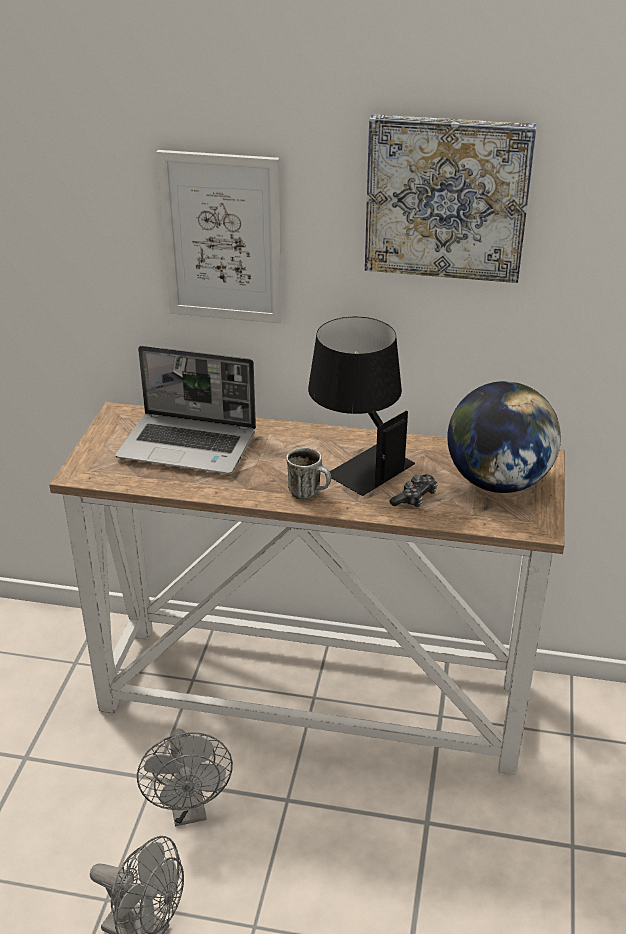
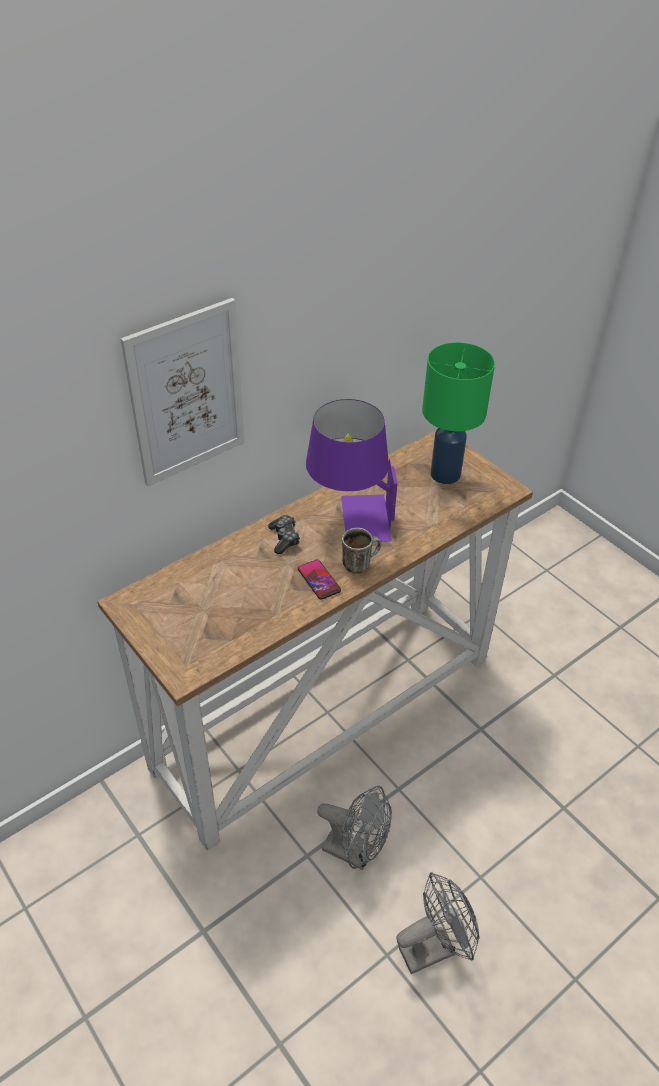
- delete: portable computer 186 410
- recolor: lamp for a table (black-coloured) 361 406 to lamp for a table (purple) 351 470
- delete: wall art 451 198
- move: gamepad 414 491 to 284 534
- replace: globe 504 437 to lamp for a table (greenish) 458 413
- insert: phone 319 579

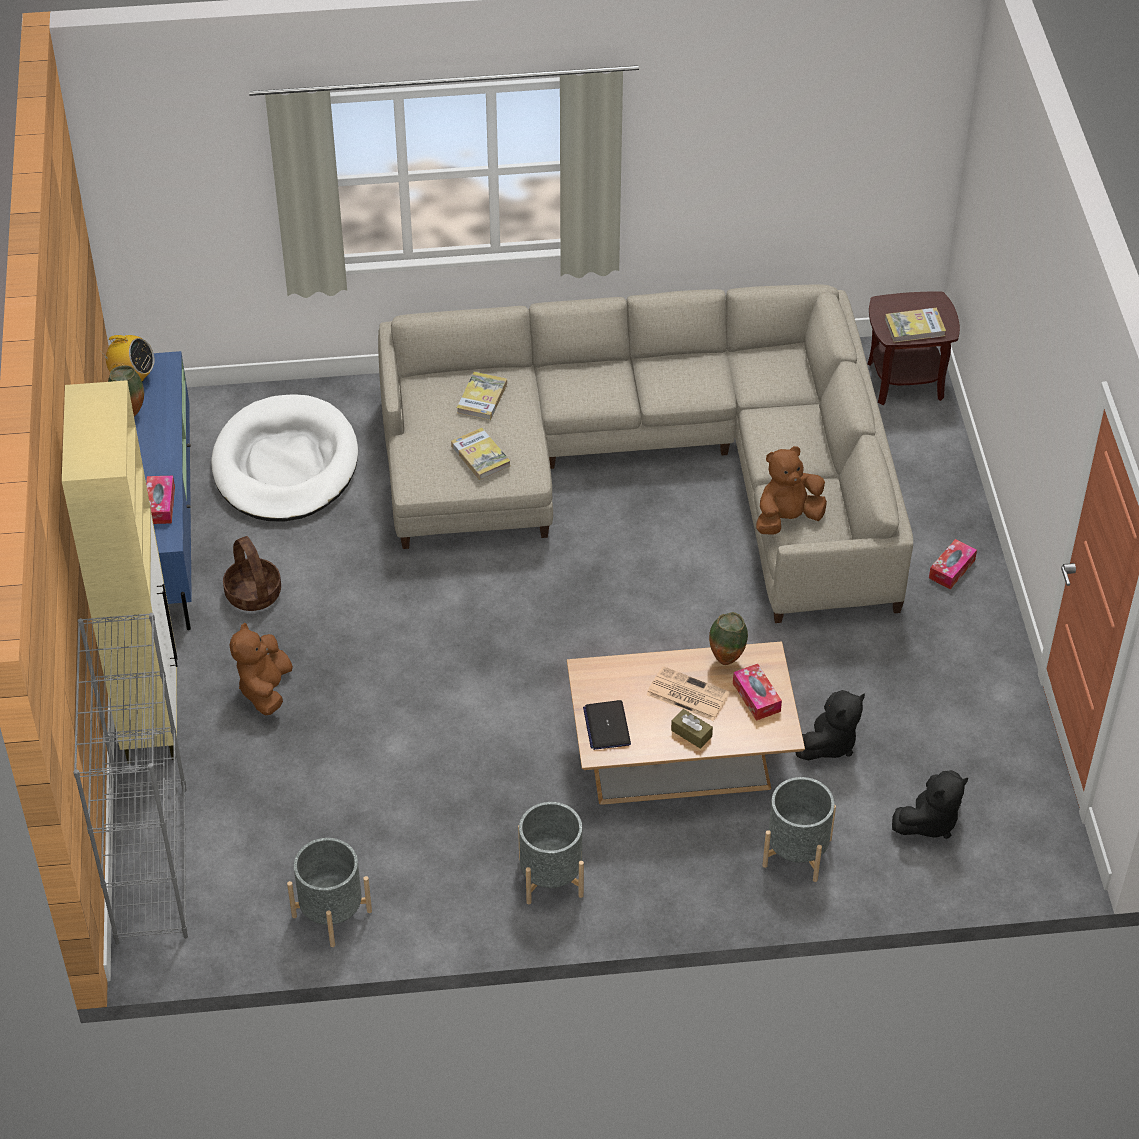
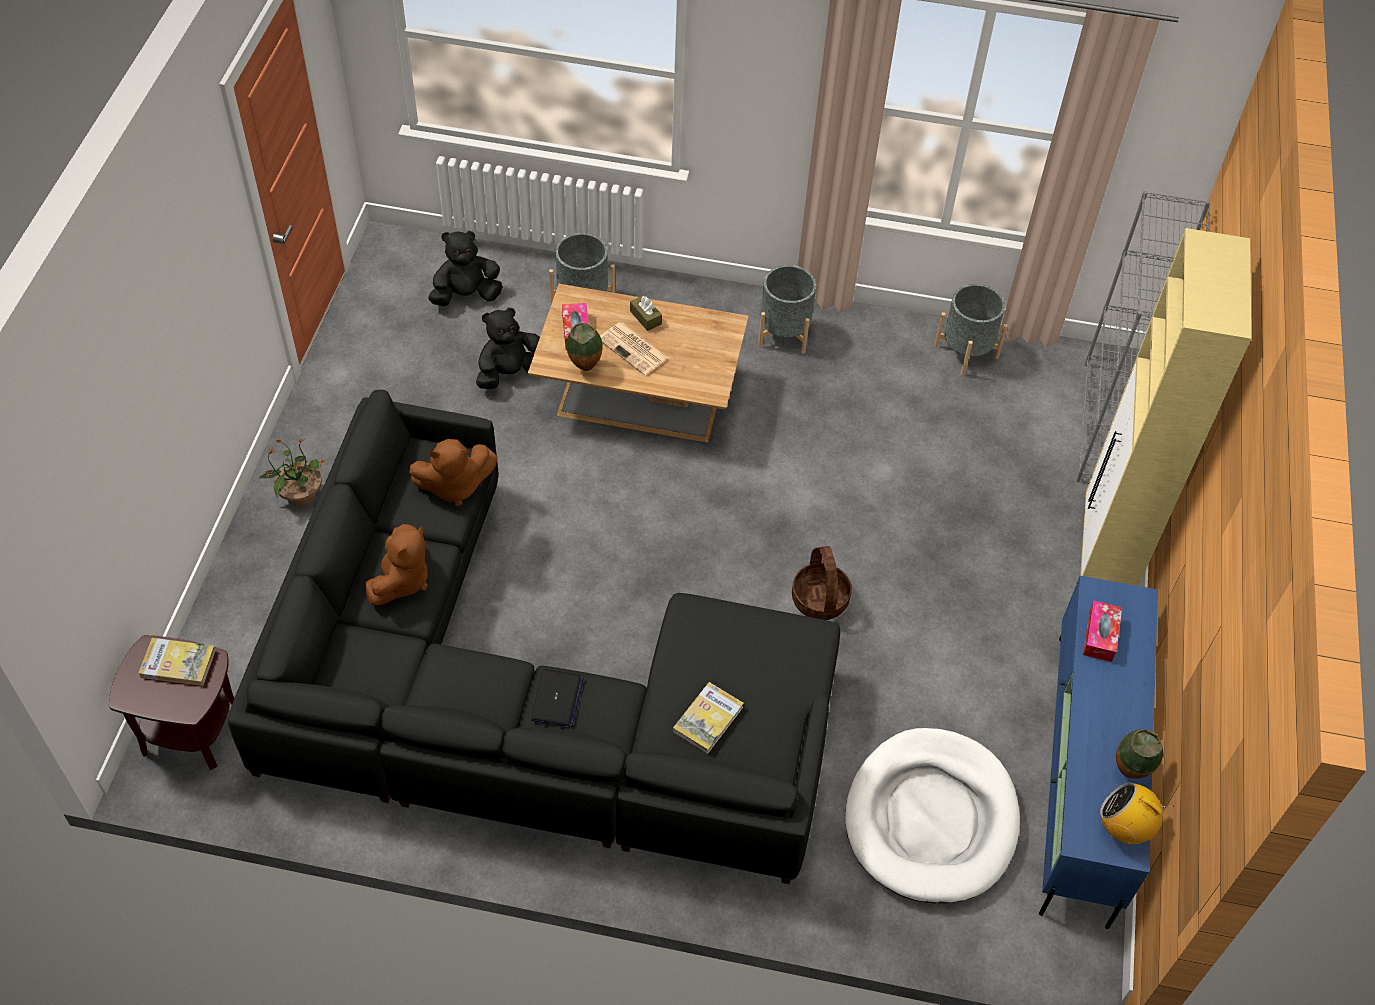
- move: basket 252 573 to 822 583
- move: soft toy (brown) 261 669 to 396 564
- recolor: couch (beige-coloured) 645 453 to couch (black-coloured) 534 637
- delete: book 480 454
- move: portable computer 607 725 to 557 698
- replace: box of tissues 953 564 to plant in a pot 292 472

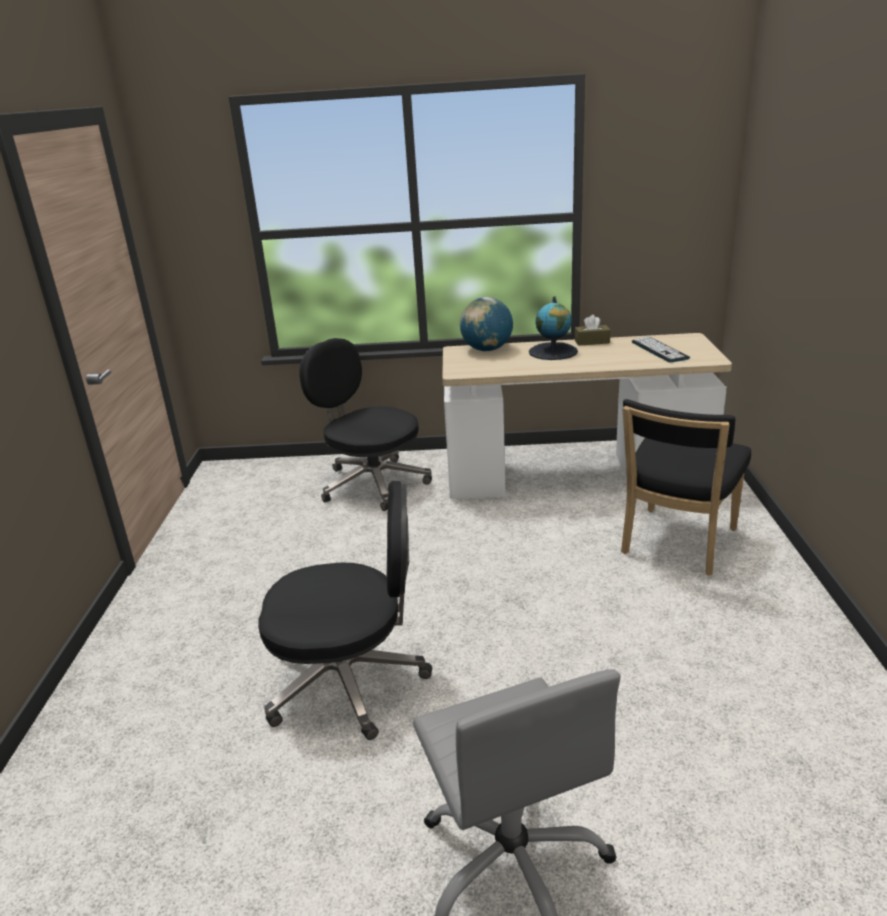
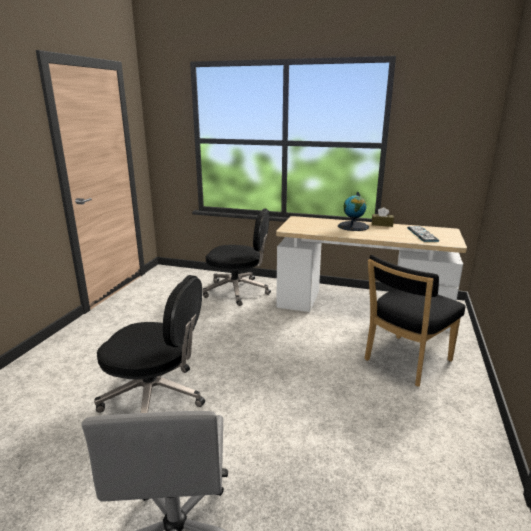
- rotate: computer chair (black-coloured) 365 424 = 237 257 135 degrees clockwise
- delete: globe 486 324

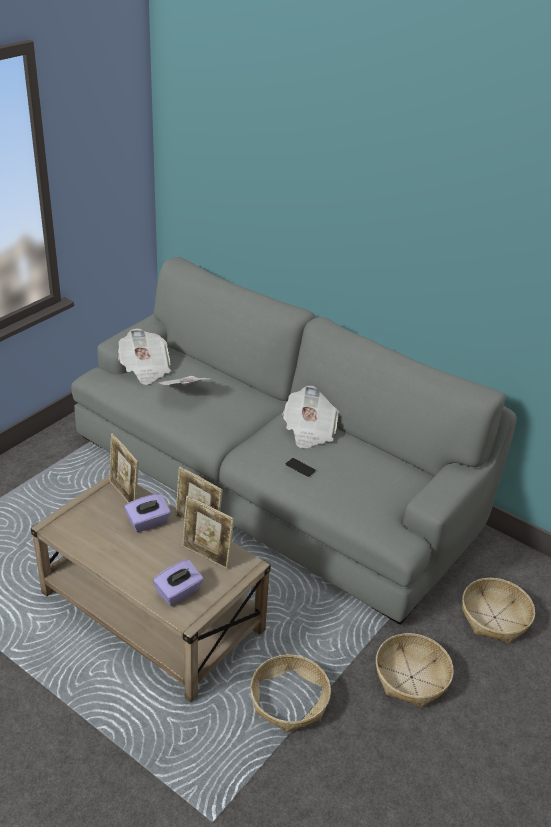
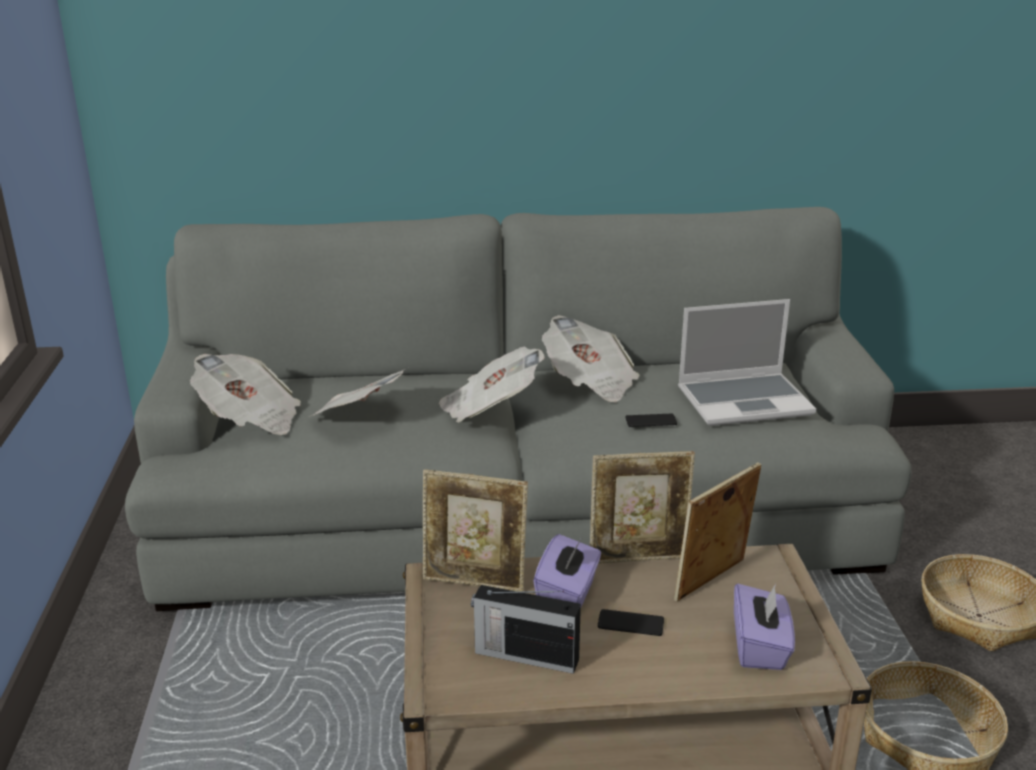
- rotate: standing frame 208 532 = 717 532 150 degrees clockwise
- delete: basket 498 611
- insert: printed paper 492 385
- insert: radio 526 629
- insert: phone 631 622
- insert: portable computer 747 362

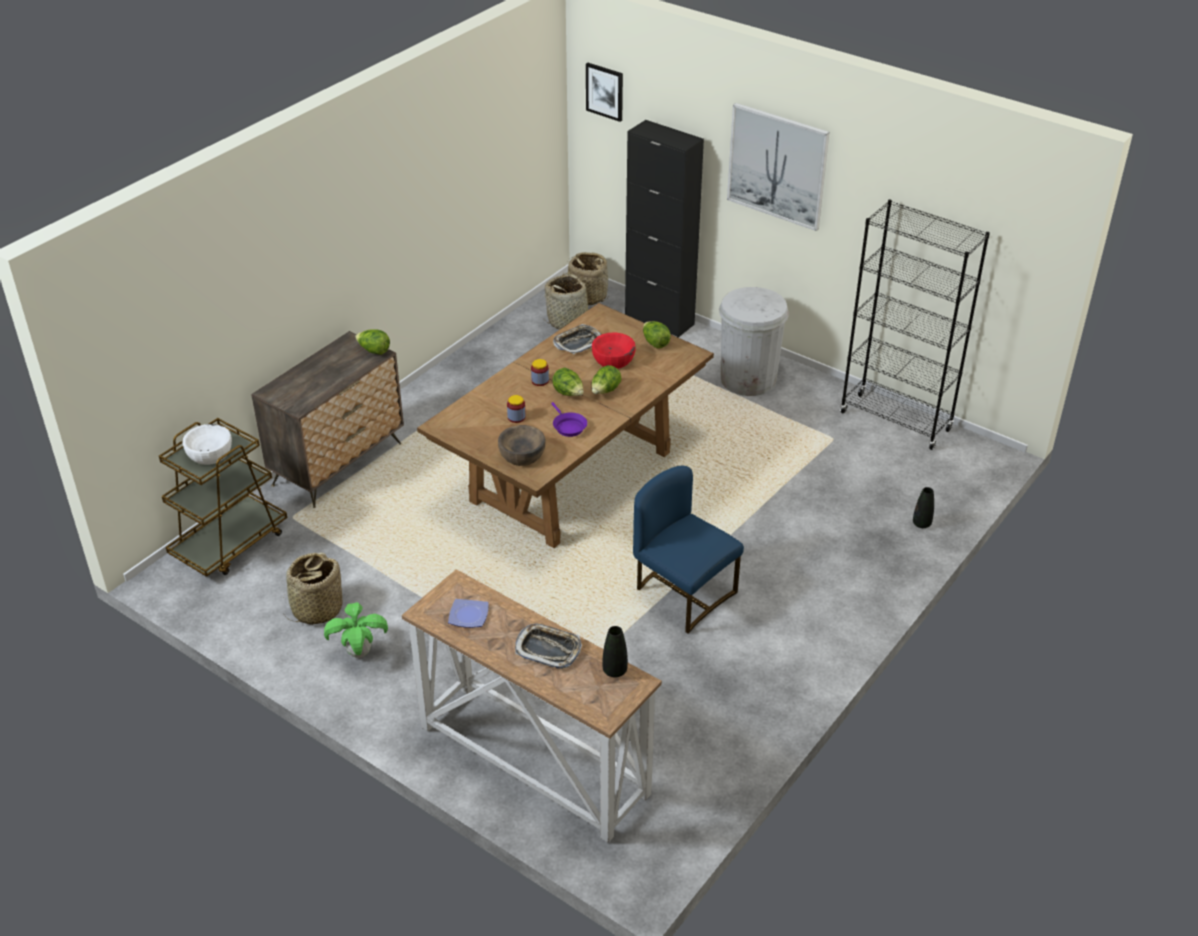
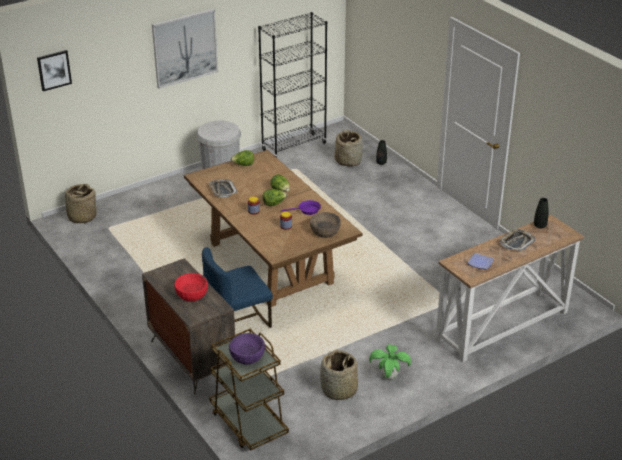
- recolor: serving bowl (white-coloured) 207 444 to serving bowl (purple) 247 349
- delete: lettuce head 372 342
- move: basket 570 301 to 348 148
- move: serving bowl (red) 614 351 to 191 287
- delete: cabinet (black-coloured) 664 229
- move: upright chair (blue-coloured) 688 549 to 237 287

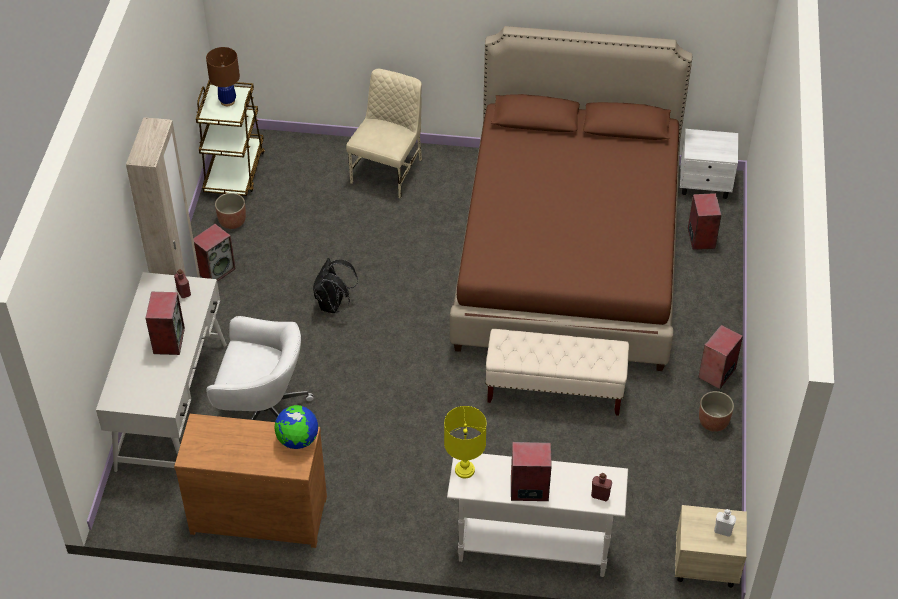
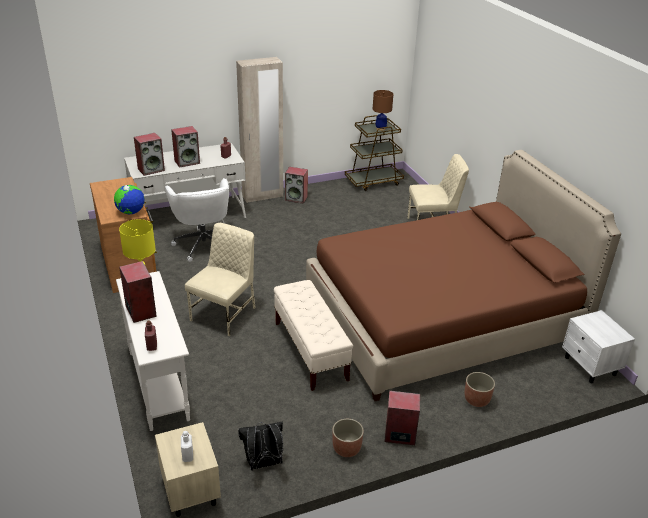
- move: plant pot 230 211 to 479 389
- move: rucksack (black-coloured) 335 285 to 260 446
- move: speaker 705 221 to 149 154
- insert: upright chair (beige-coloured) 220 279

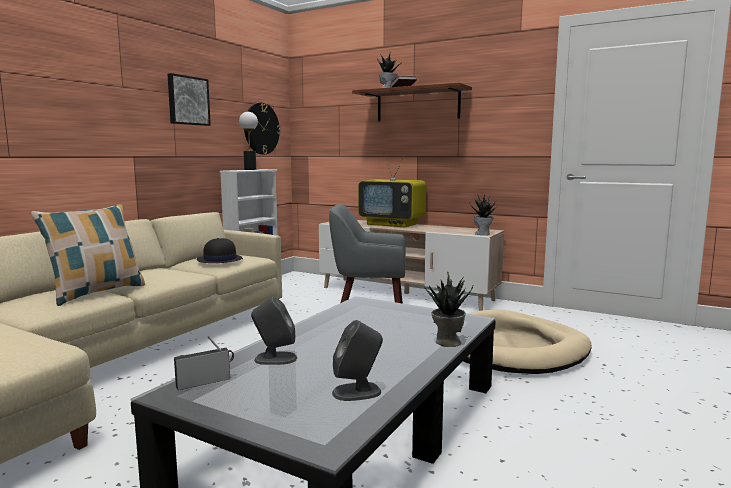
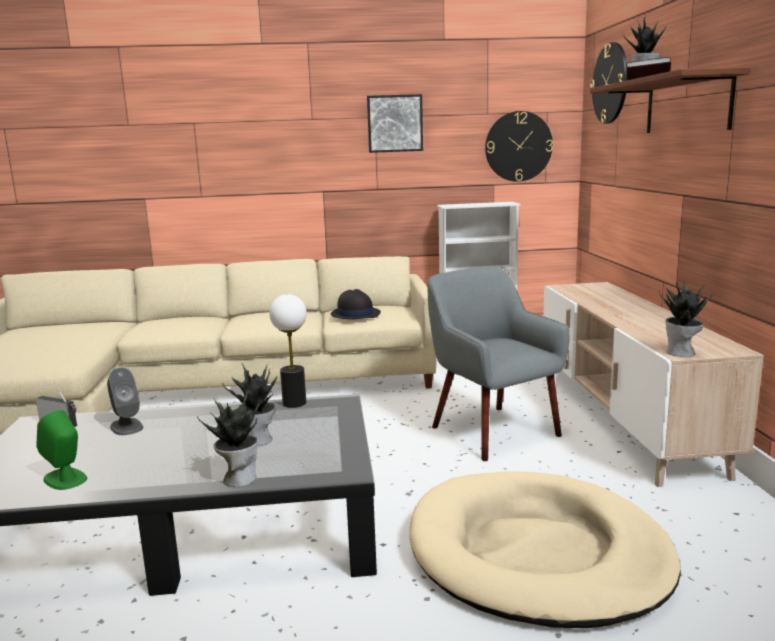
- delete: cushion 88 255
- move: lamp for a table 248 141 to 288 351
- recolor: speaker (gray) 357 360 to speaker (greenish) 61 450
- delete: television 392 190
- insert: plant in a pot 249 405
- insert: wall clock 608 83

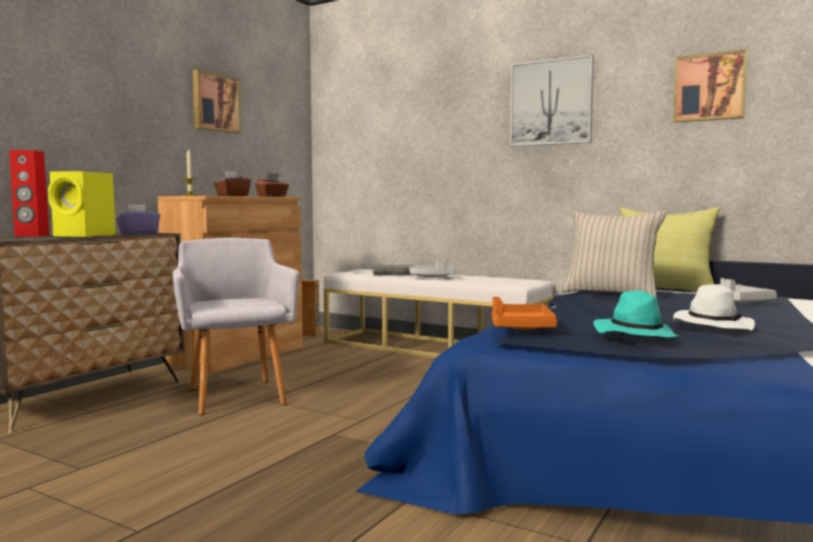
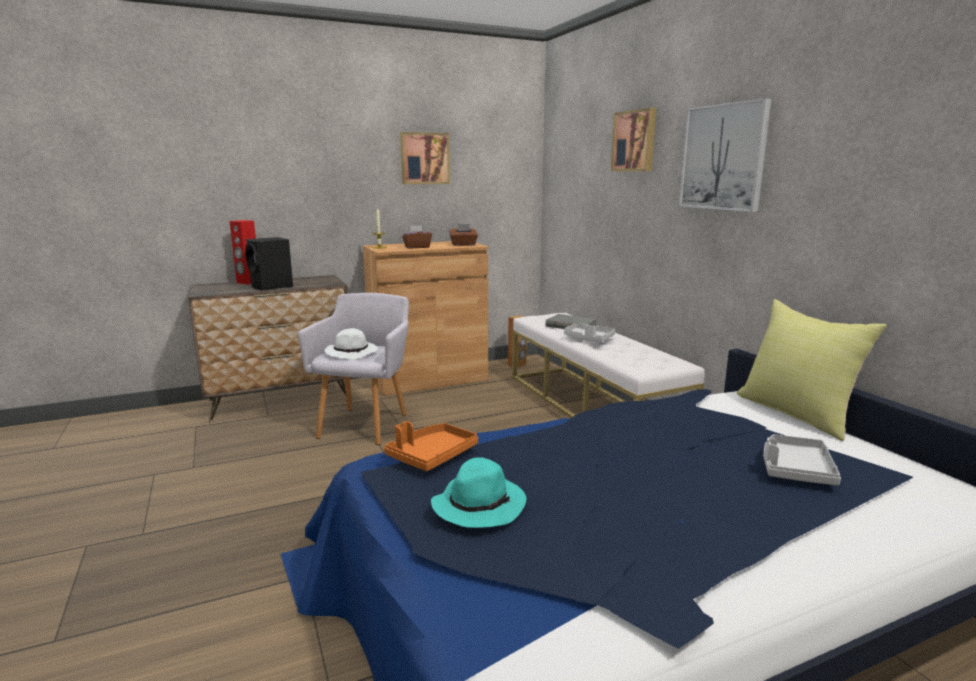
- recolor: speaker (yellow-coloured) 82 204 to speaker (black-coloured) 269 263
- delete: box of tissues (purple) 138 219
- delete: cushion (beige-coloured) 613 254
- move: clothing hat (white-coloured) 713 307 to 350 344
- move: wall art 710 85 to 633 139

